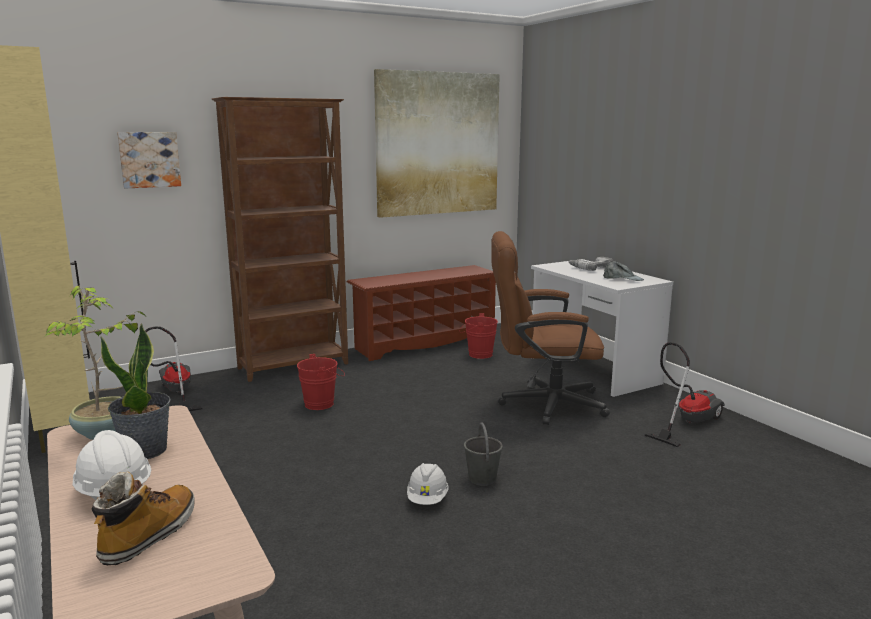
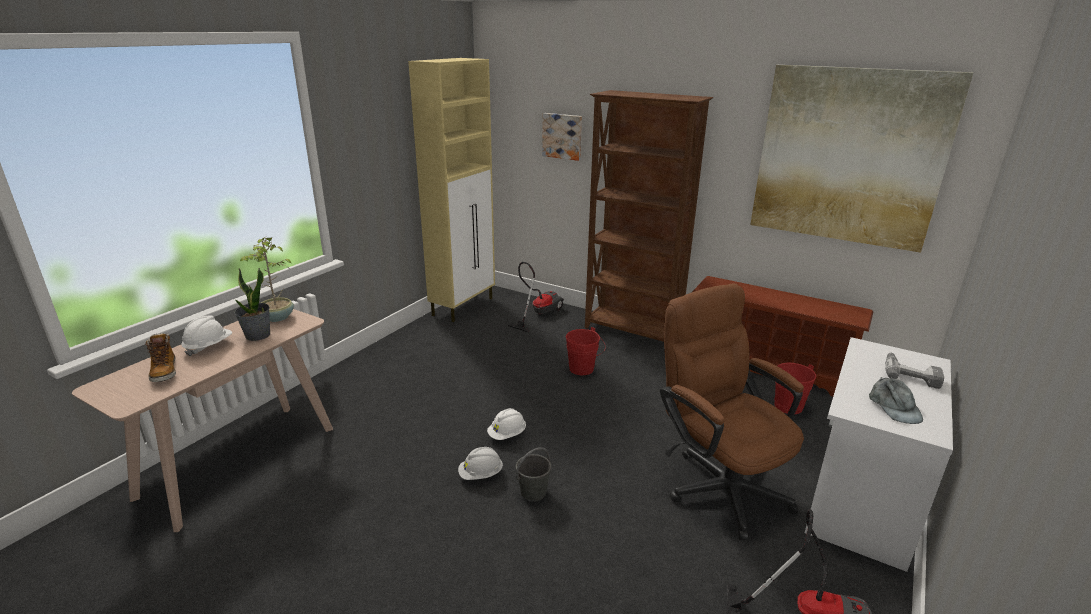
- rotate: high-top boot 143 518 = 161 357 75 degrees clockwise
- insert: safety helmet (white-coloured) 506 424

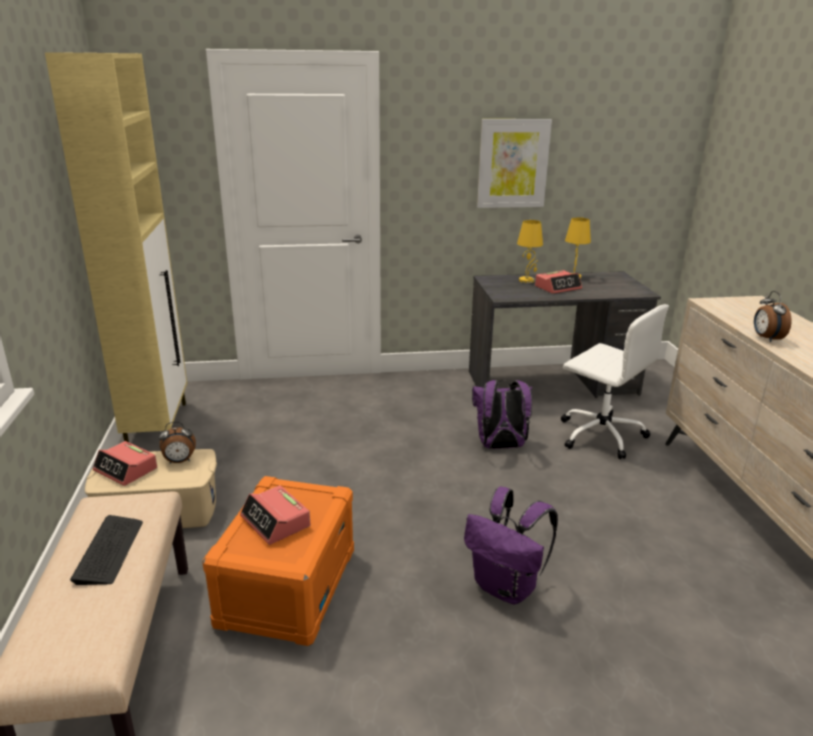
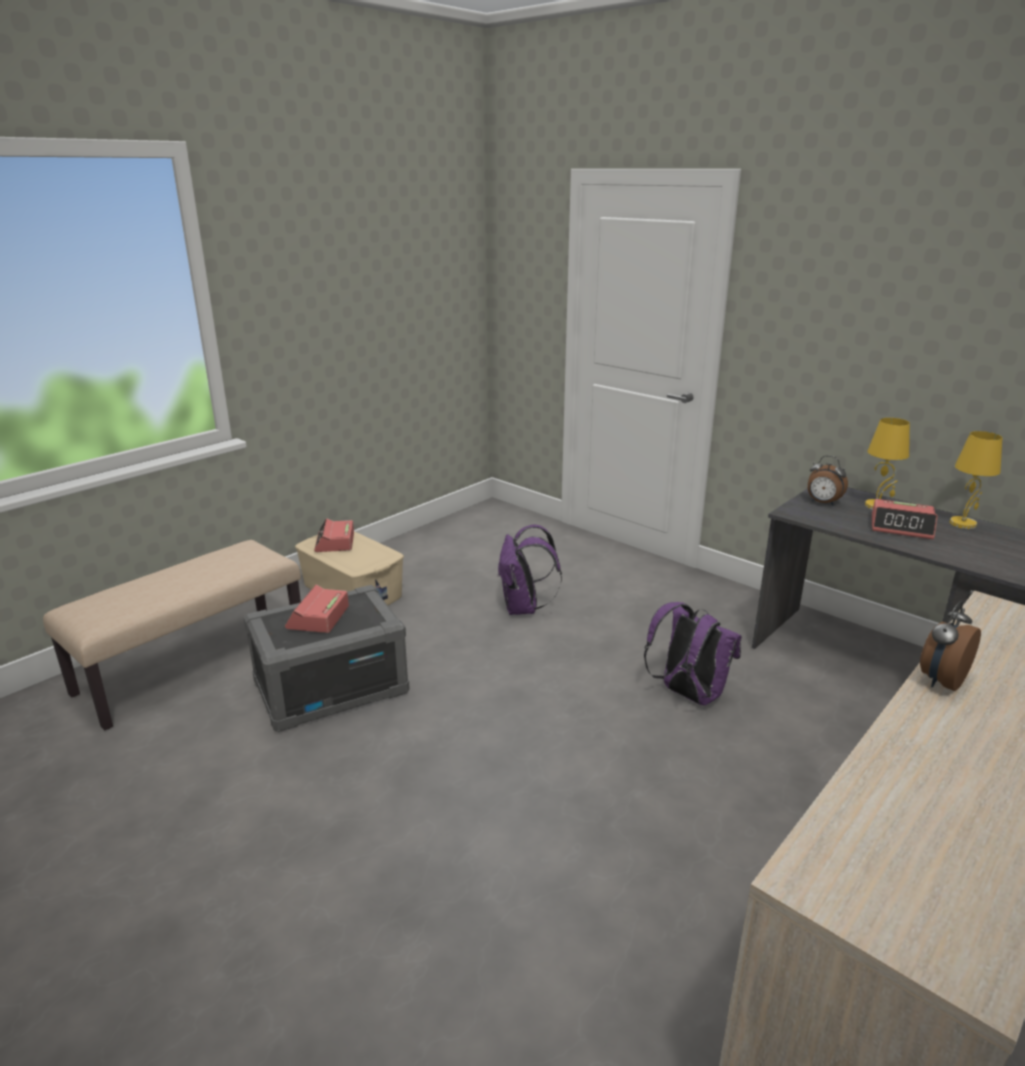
- delete: cabinet (beige-coloured) 116 247
- delete: computer keyboard 106 550
- move: alarm clock 177 442 to 828 480
- recolor: storage bin (orangey) 278 561 to storage bin (gray) 327 658
- move: rucksack (purple) 511 545 to 529 570
- delete: wall art 514 163
- delete: computer chair (white-coloured) 615 381

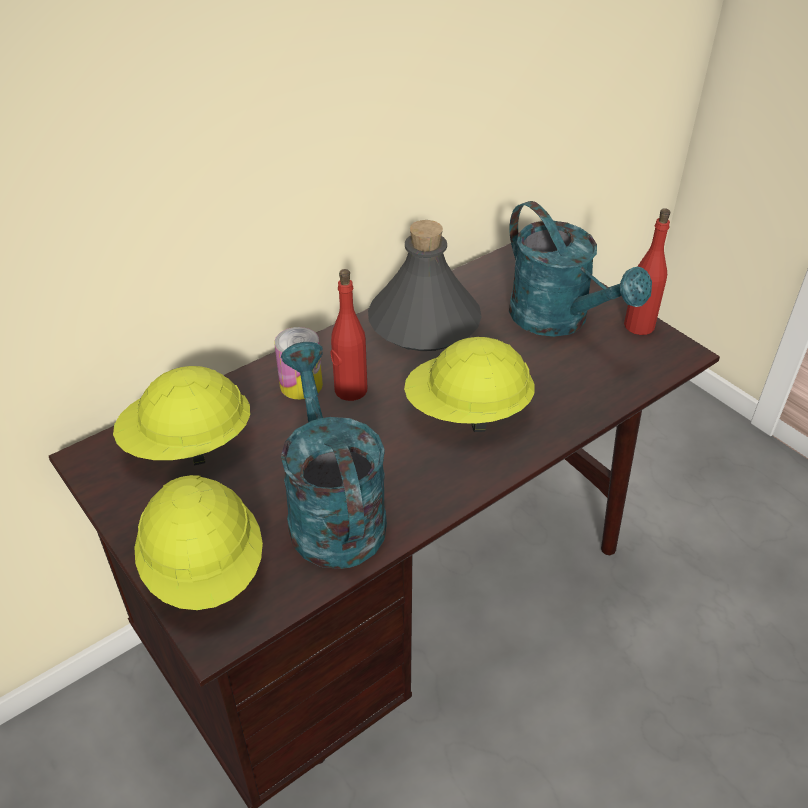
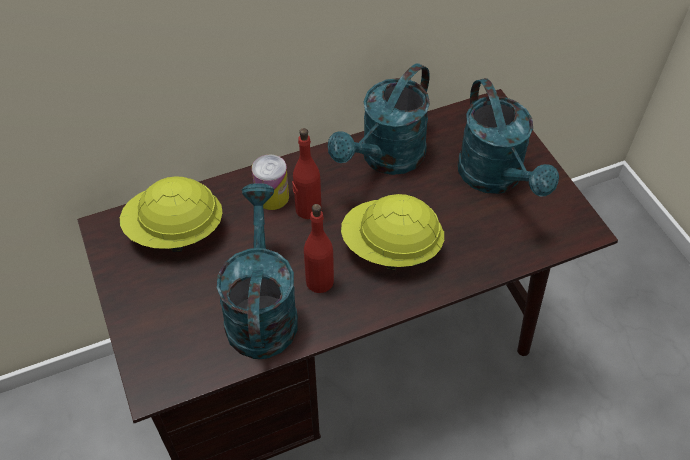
- delete: safety helmet (yellow-coloured) 198 542
- replace: bottle (gray) 425 285 to sprinkling can (turquoise) 379 119
- move: bottle (red) 647 271 to 319 248

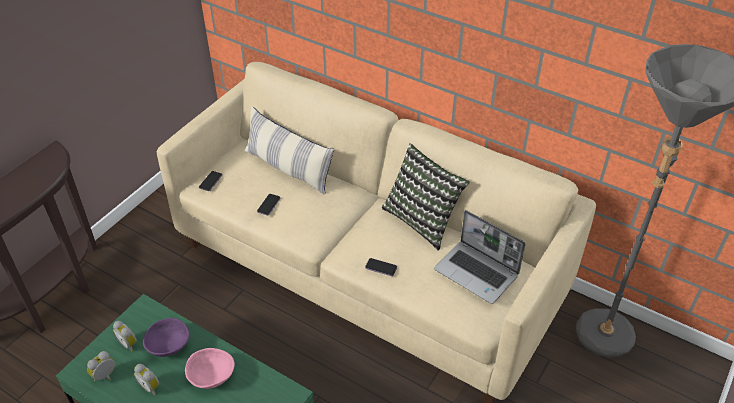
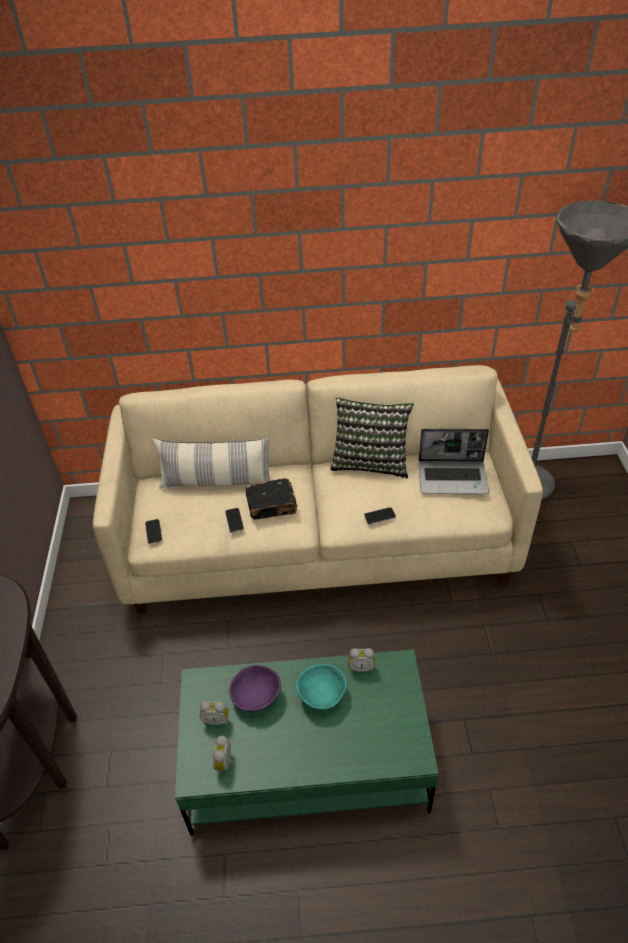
- move: alarm clock 146 379 to 361 660
- recolor: serving bowl (pinkish) 210 368 to serving bowl (turquoise) 321 687
- insert: book (black-coloured) 271 498

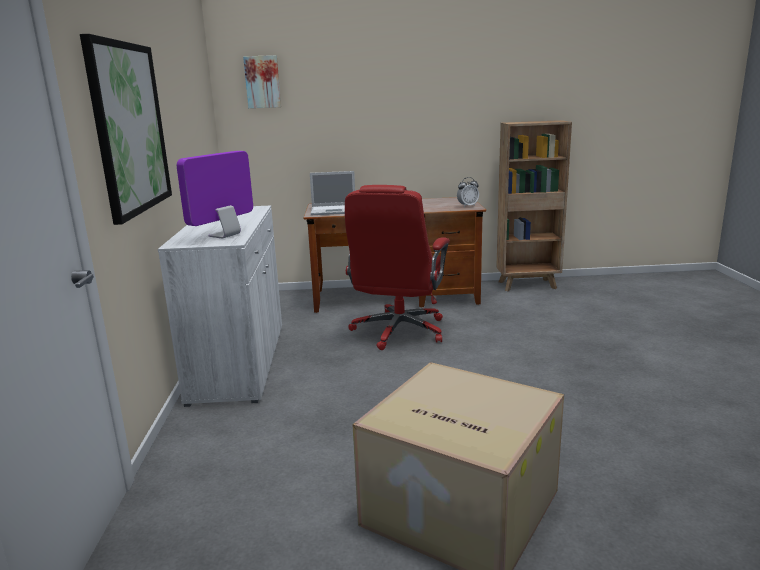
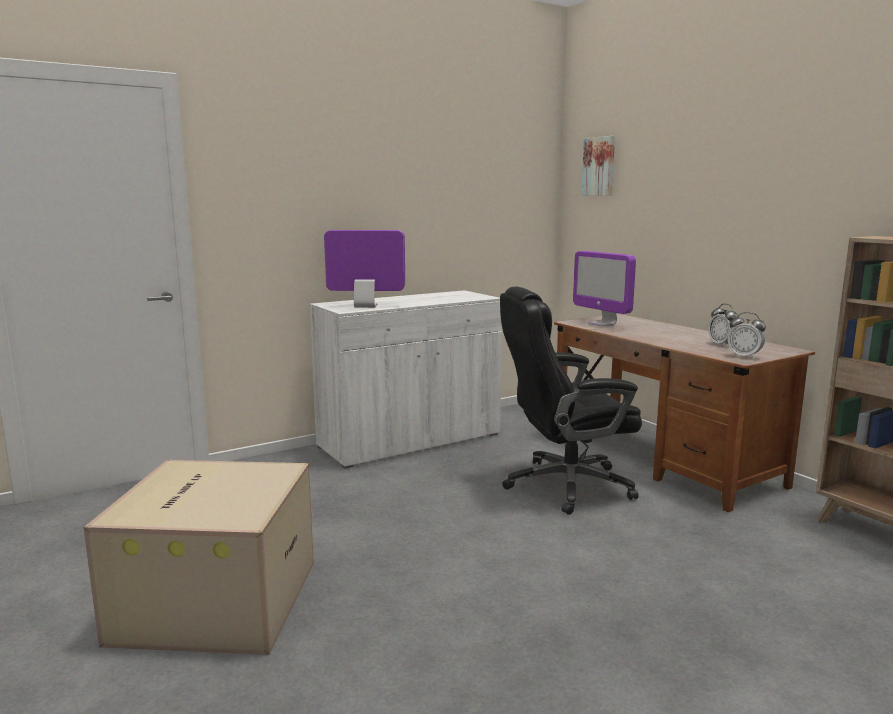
- delete: wall art 126 129
- replace: portable computer 332 193 to computer screen 604 288
- recolor: computer chair (red) 397 267 to computer chair (black-coloured) 571 401
- insert: alarm clock 724 325

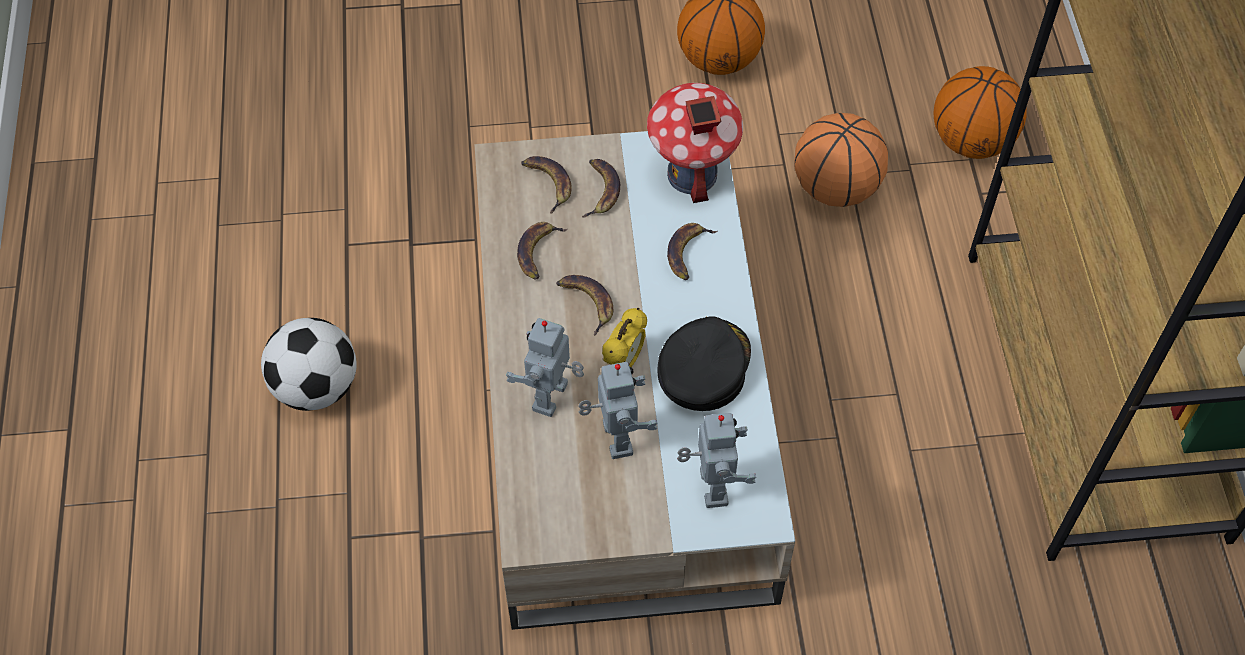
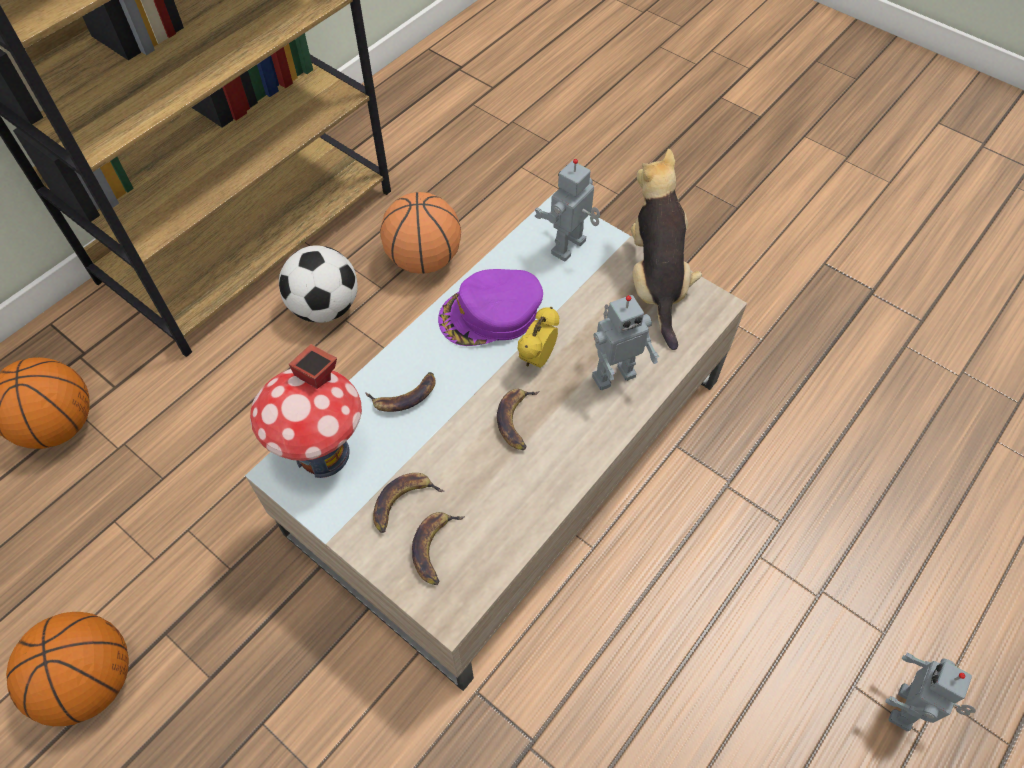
- move: ball for football 309 364 to 318 284
- delete: whole banana 542 251
- move: model robot 617 410 to 930 692
- rotate: alarm clock 624 337 = 538 337 45 degrees counterclockwise
- recolor: baseball cap (black-coloured) 704 363 to baseball cap (purple) 490 307
- move: basketball 841 160 to 420 233
- insert: soft toy 666 249

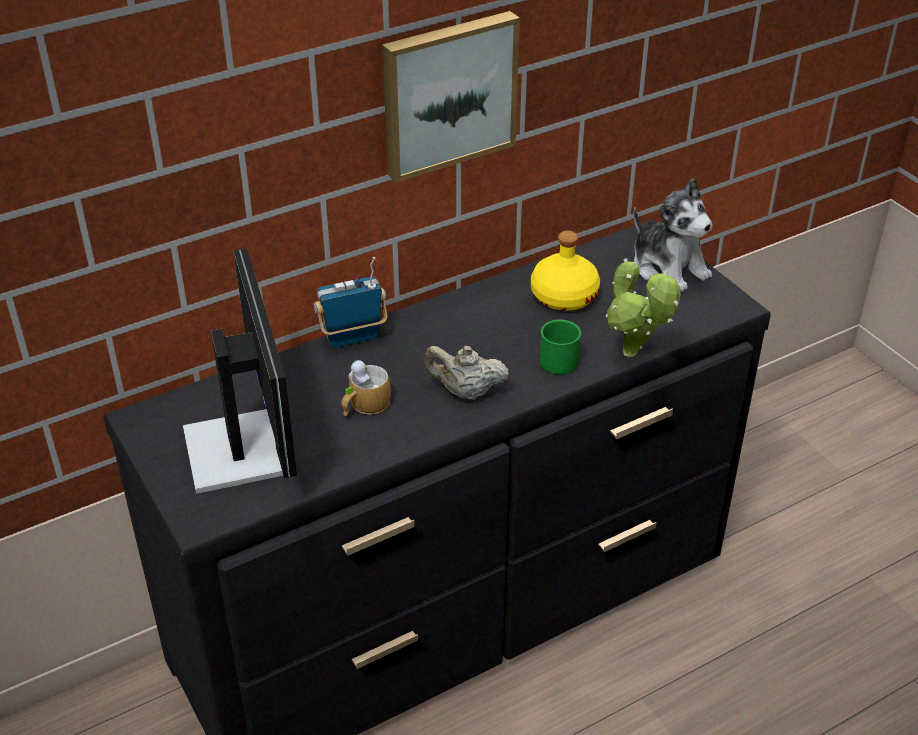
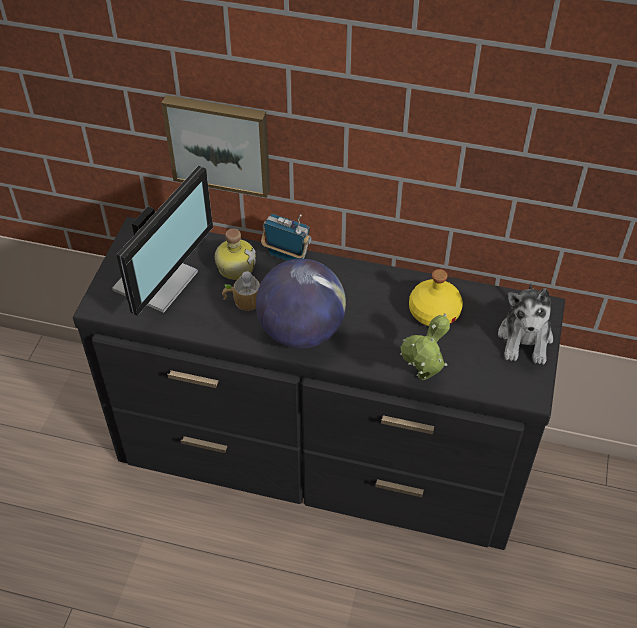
- move: wall art 451 96 to 215 146
- replace: tea pot (beige-coloured) 466 373 to globe 301 304
- delete: tea mug (greenish) 560 347
- insert: bottle 235 254

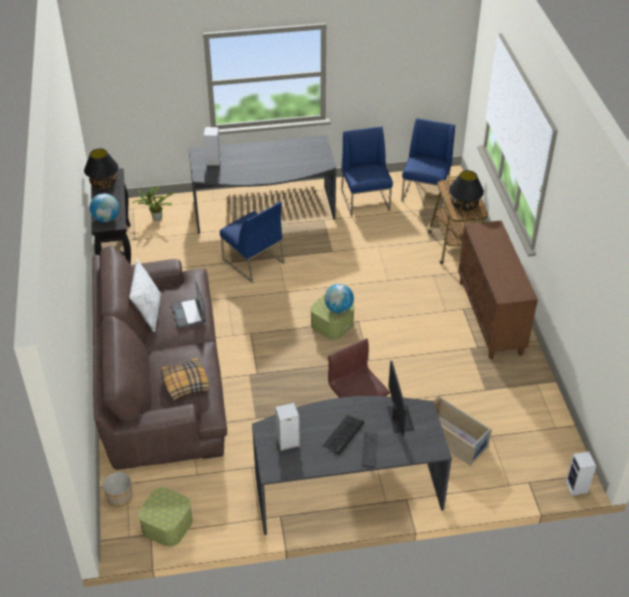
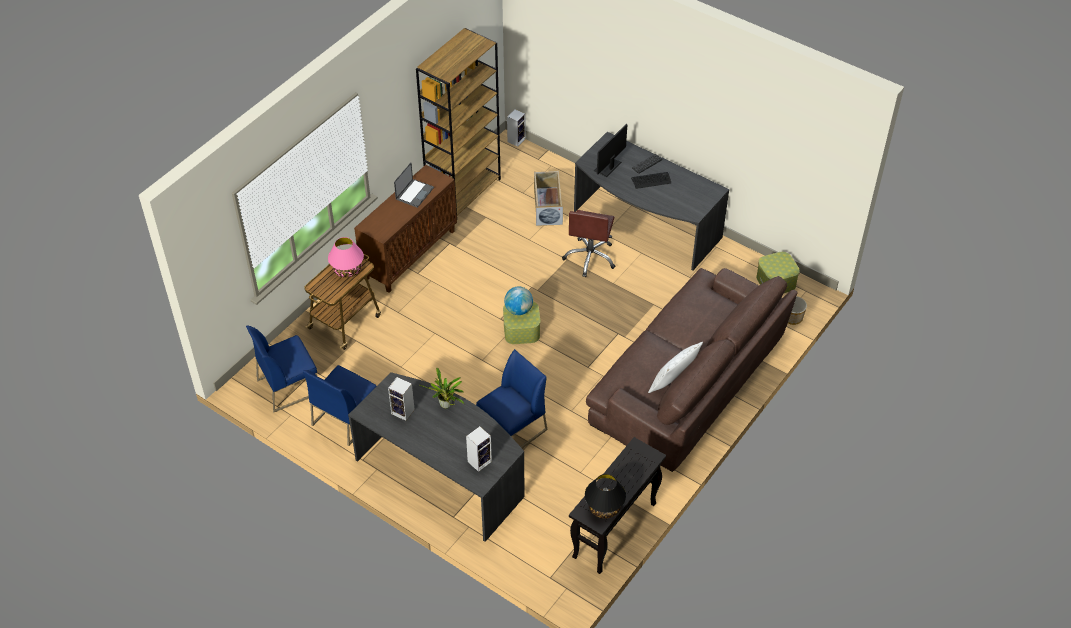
- delete: globe 104 207
- move: plant in a pot 152 203 to 442 388
- delete: cushion 185 379
- move: portable computer 188 304 to 414 185
- rotate: upright chair (blue-coloured) 252 242 = 512 398 45 degrees clockwise
- move: speaker 287 427 to 401 399
- recolor: lamp for a table (black-coloured) 466 190 to lamp for a table (pinkish) 346 257
- insert: bookcase (brown) 458 122

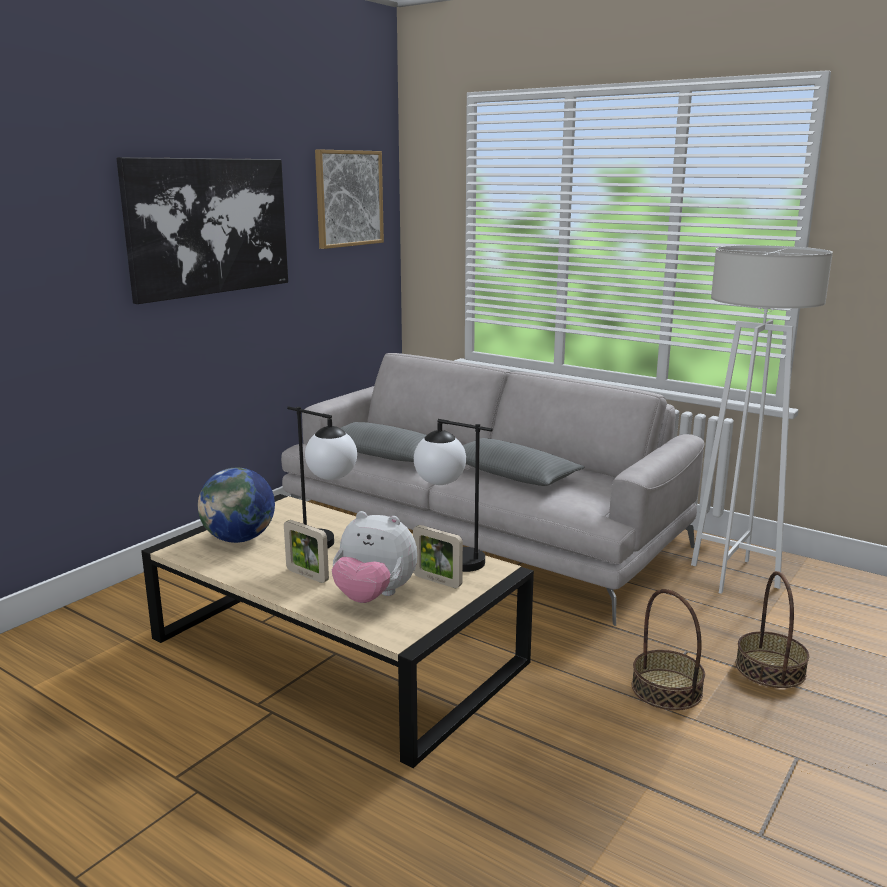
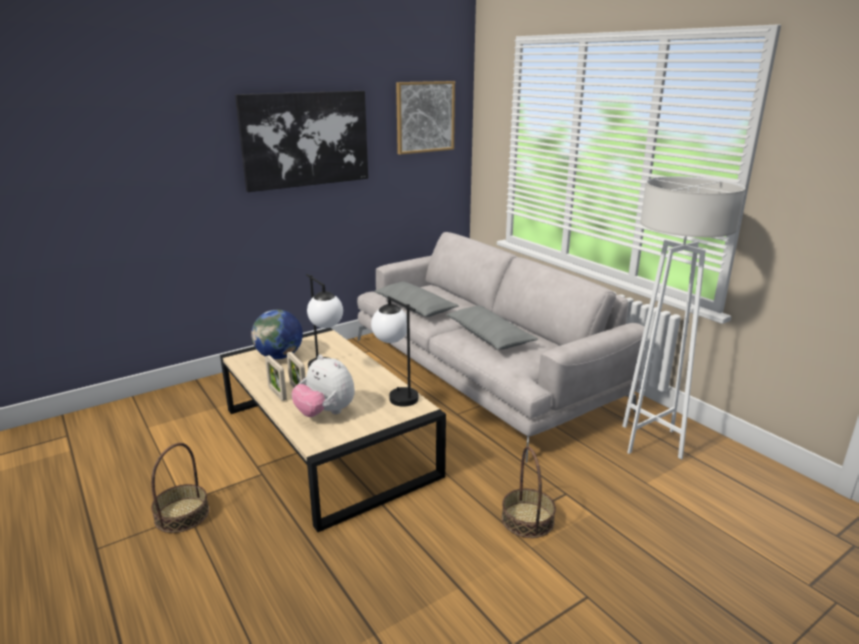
- move: standing frame 438 556 to 276 378
- move: basket 772 629 to 180 488

